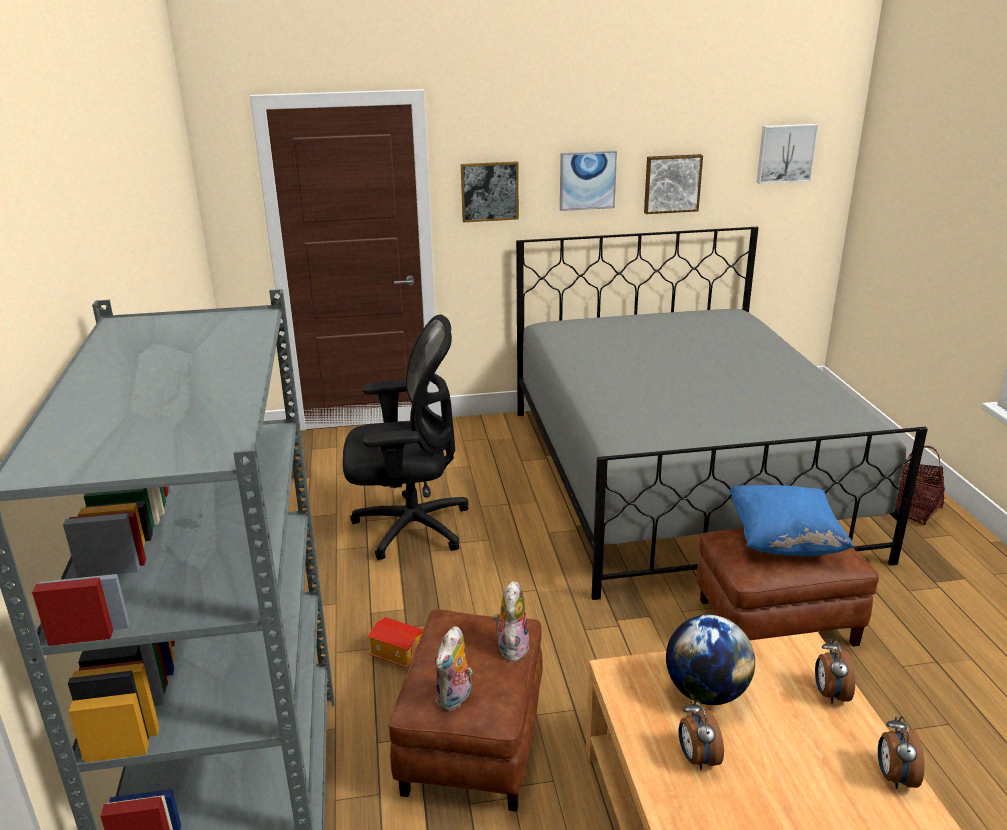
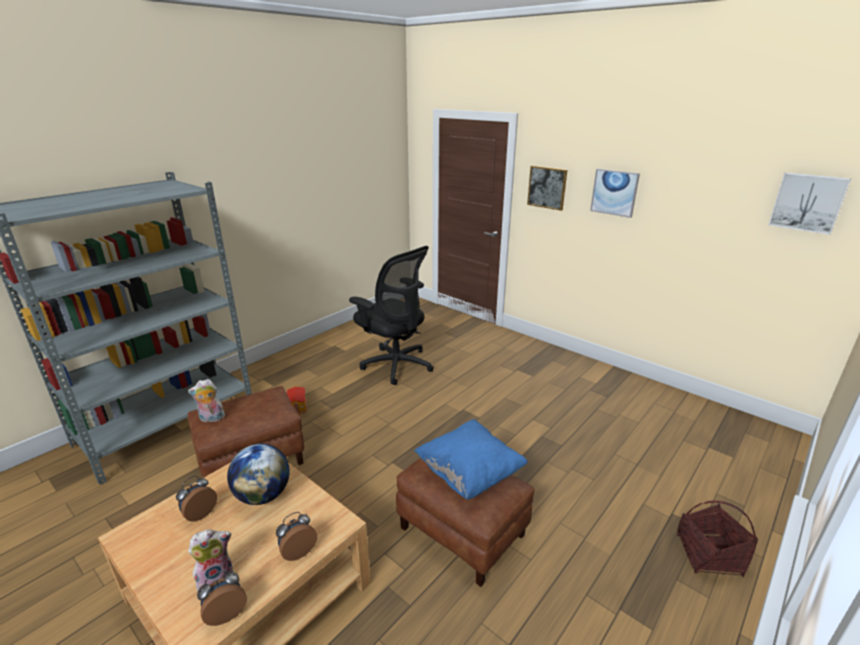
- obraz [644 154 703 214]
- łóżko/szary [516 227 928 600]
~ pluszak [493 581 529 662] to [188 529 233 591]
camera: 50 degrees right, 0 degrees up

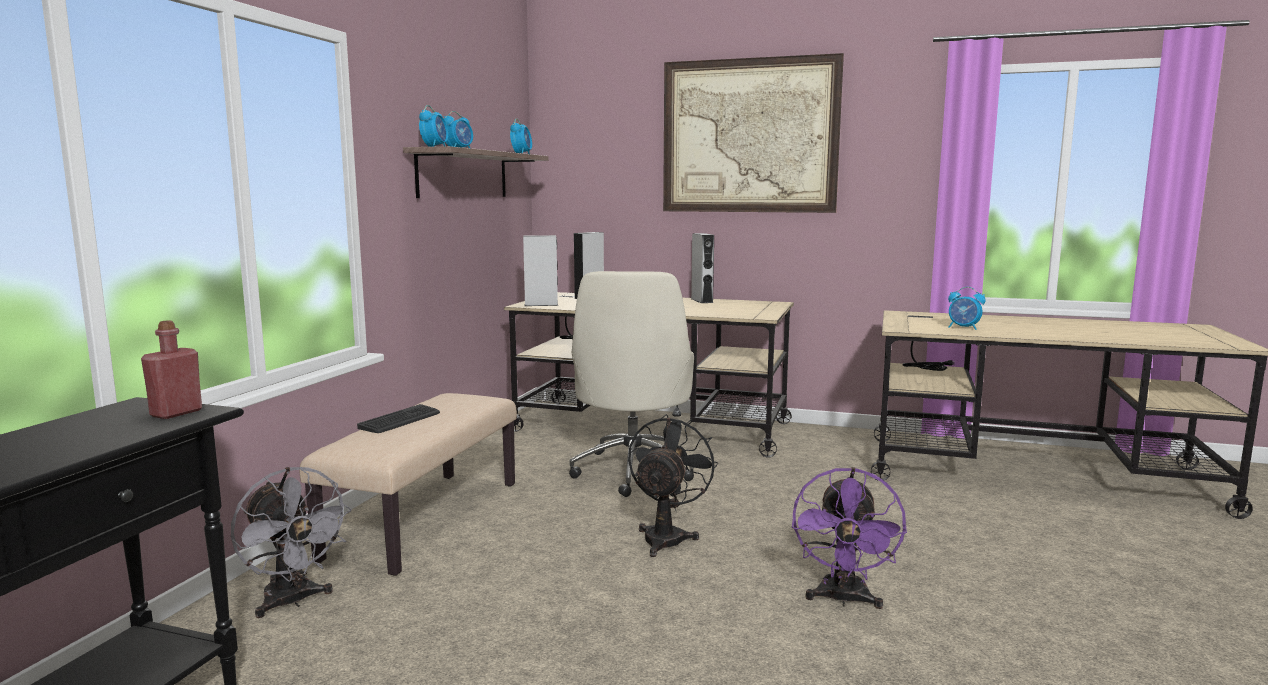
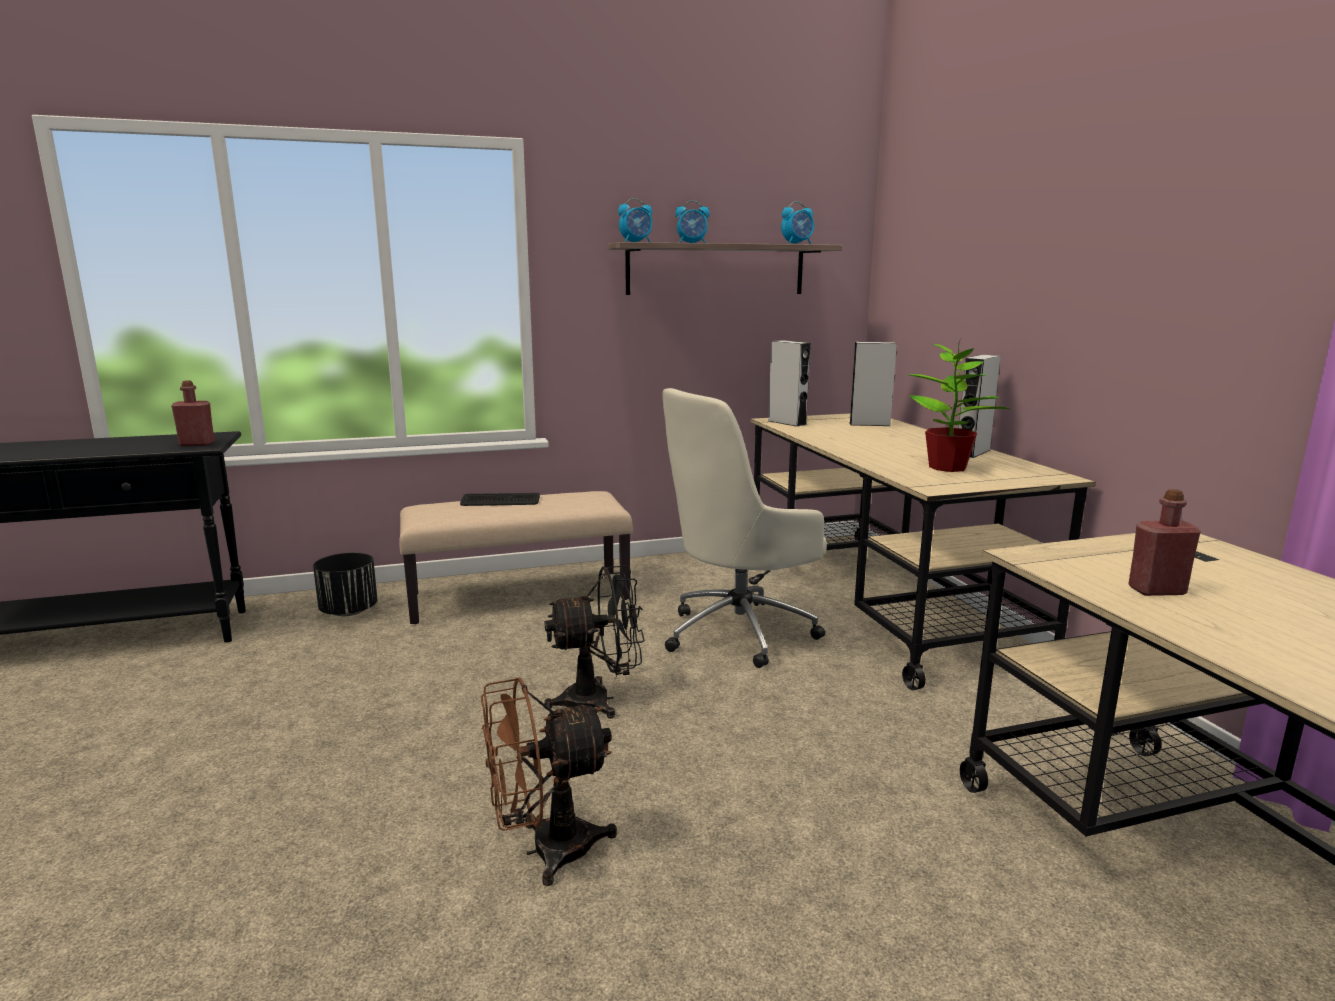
- obraz [663 53 844 213]
~ budzik [948 287 986 330] to butelka/czerwony [1128 489 1201 596]
~ wentylator/szary [231 467 352 618] to donica/czarny [313 553 378 616]
~ wentylator/fioletowy [792 467 907 609] to wentylator/brązowy [481 678 617 886]
+ roślina doniczkowa [909 338 1010 472]
camera: 55 degrees right, 5 degrees up

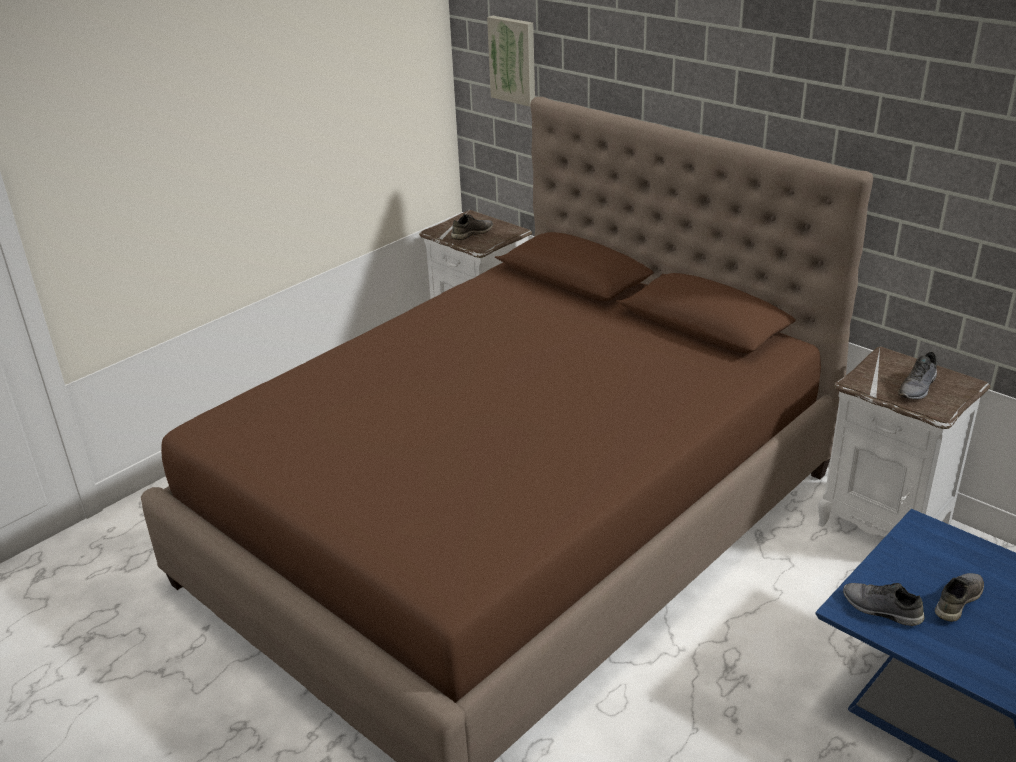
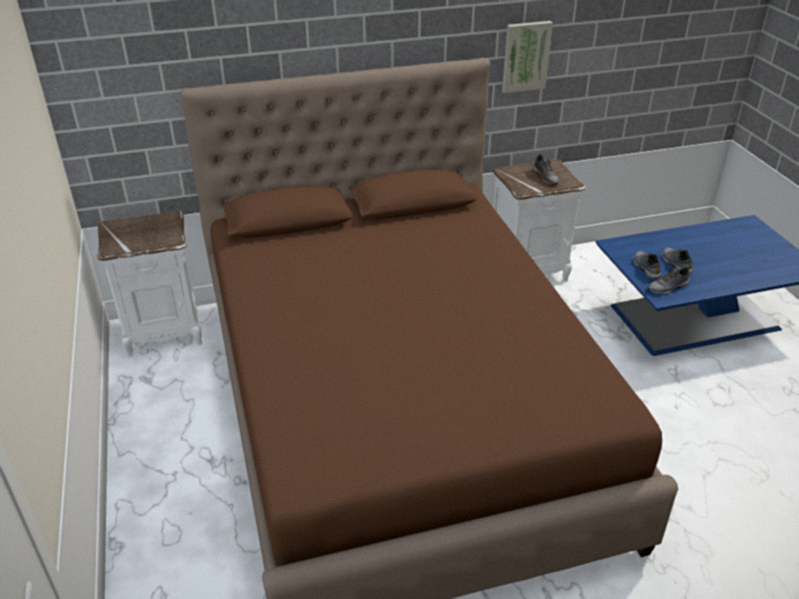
~ obraz [487 16 535 107] to [502 21 553 93]
~ but/szary [451 214 493 240] to [633 251 661 279]
camera: 60 degrees left, 5 degrees up

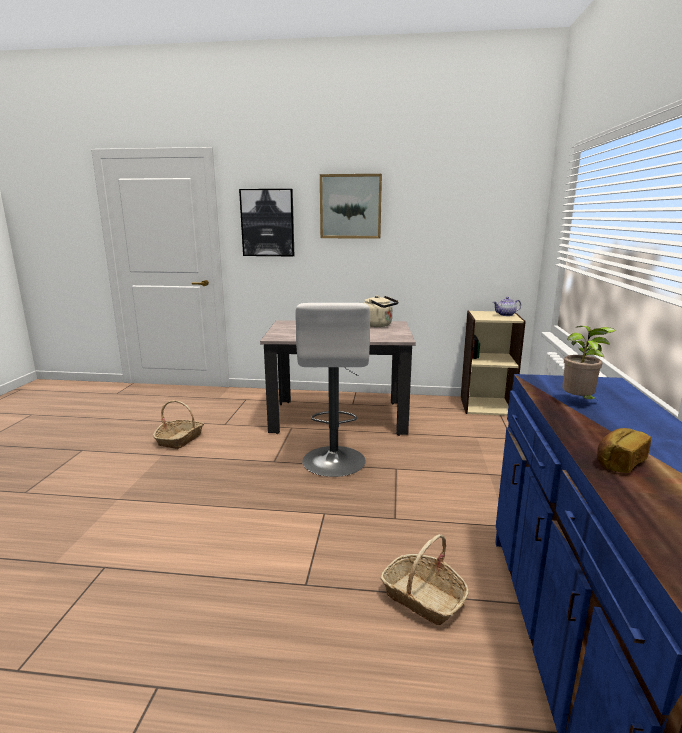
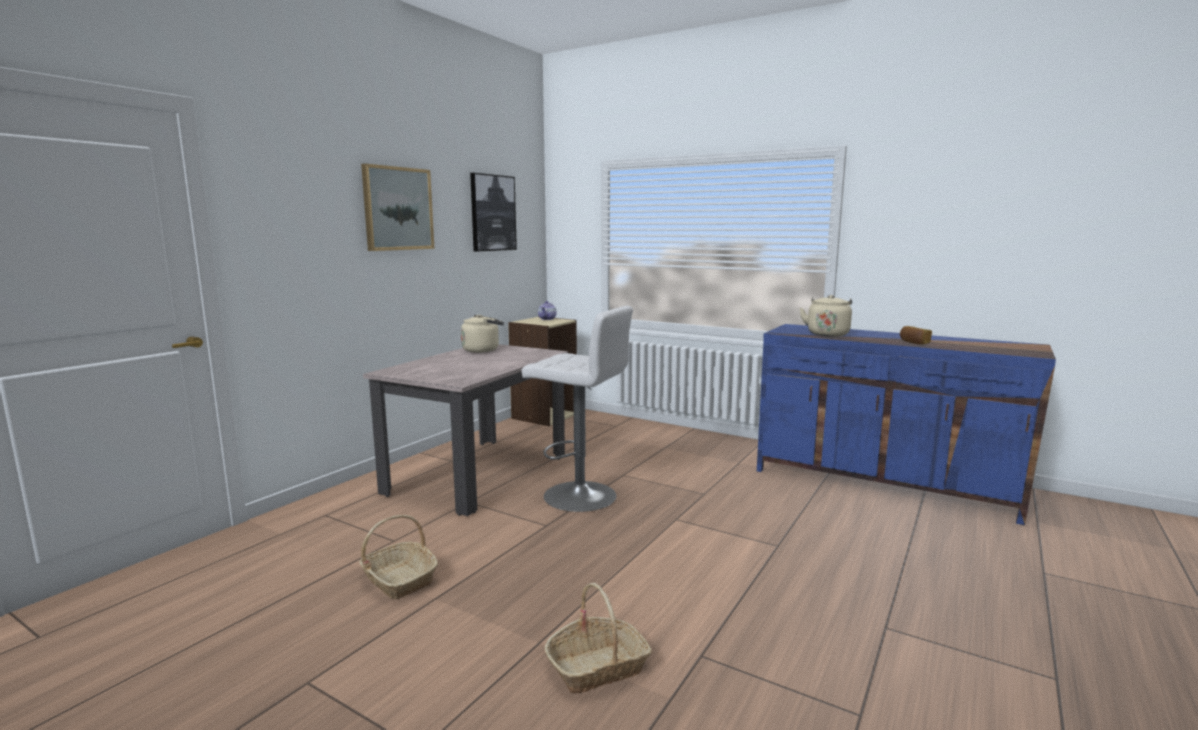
~ obraz [239 189 294 256] to [470 173 517 252]
~ roślina doniczkowa [562 326 616 402] to czajnik/beżowy [800 295 852 337]
~ koszyk [380 534 469 625] to [545 583 652 694]
camera: 65 degrees left, 5 degrees down

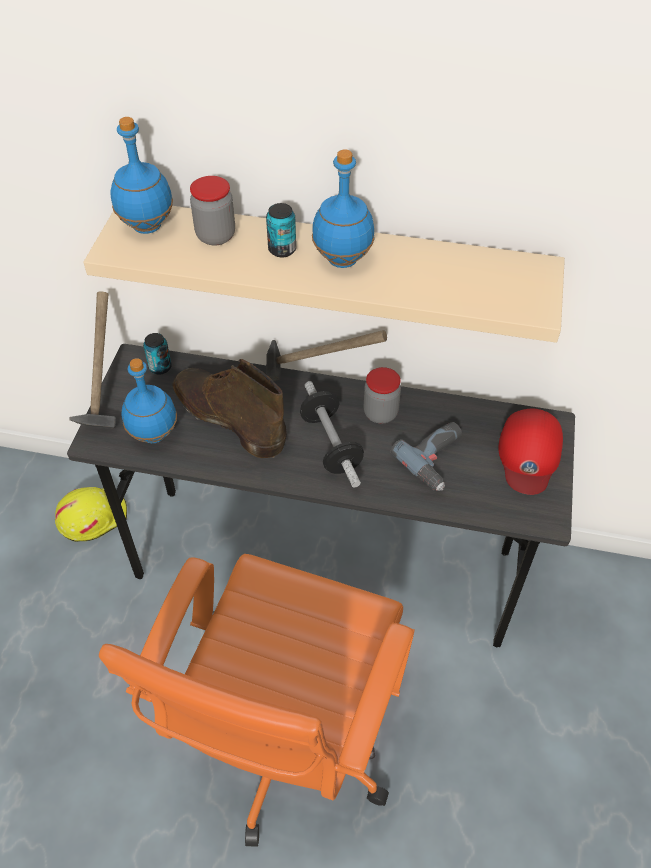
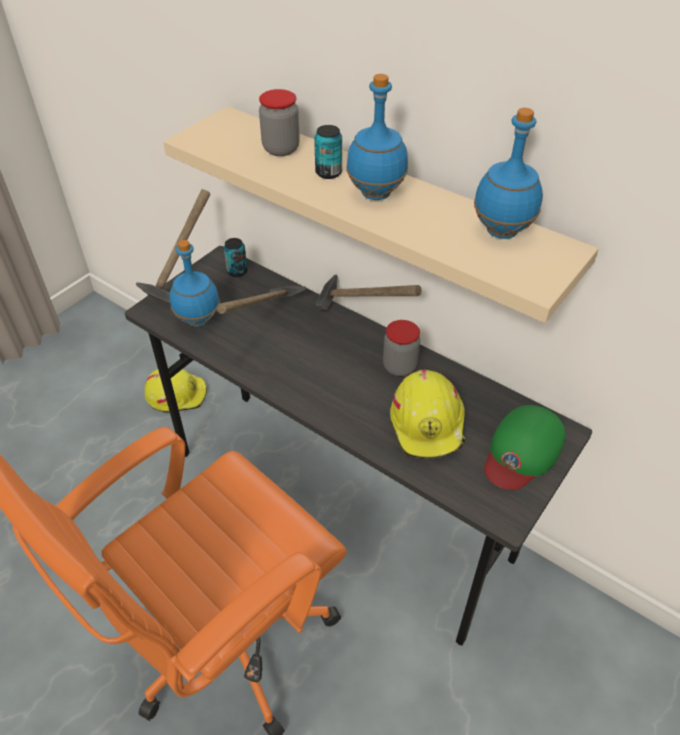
~ butelka/niebieski [111 117 173 234] to [474 108 543 239]
~ but z cholewką/brązowy [172 359 287 458] to młotek [216 285 306 314]
- hantel [300 381 364 487]
~ czapka z daszkiem/czerwony [498 409 563 495] to czapka z daszkiem/zielony [484 405 566 490]
~ wiertarka [391 422 462 491] to kask/żółty [390 370 465 459]
camera: 25 degrees right, 5 degrees down

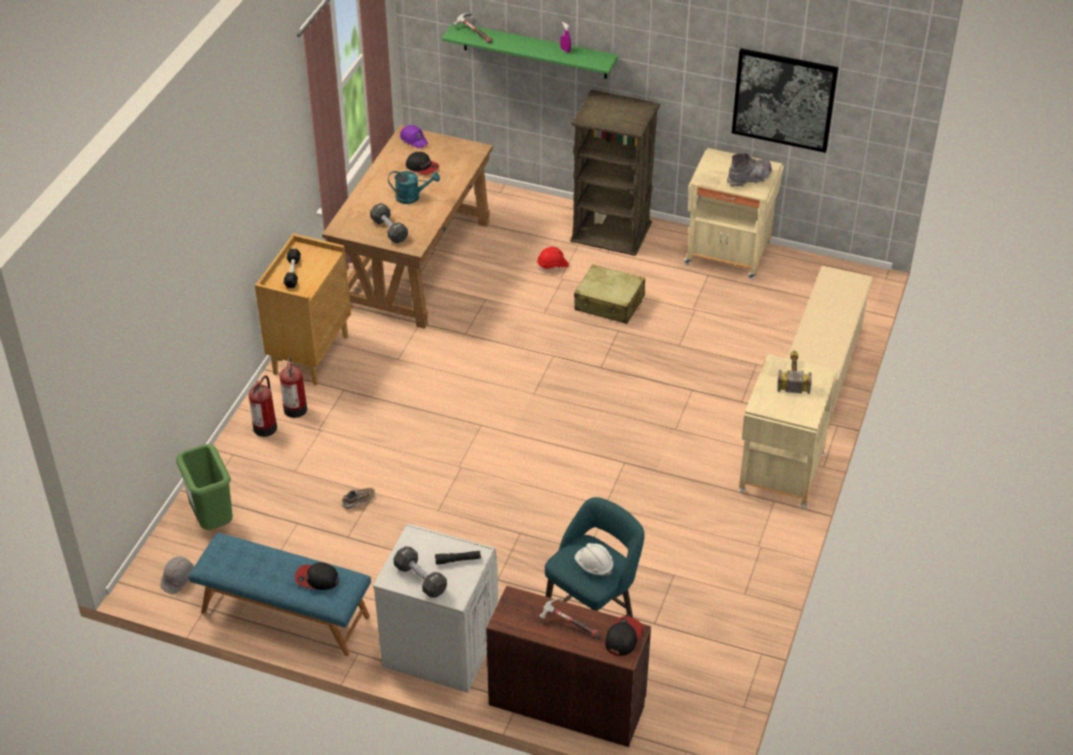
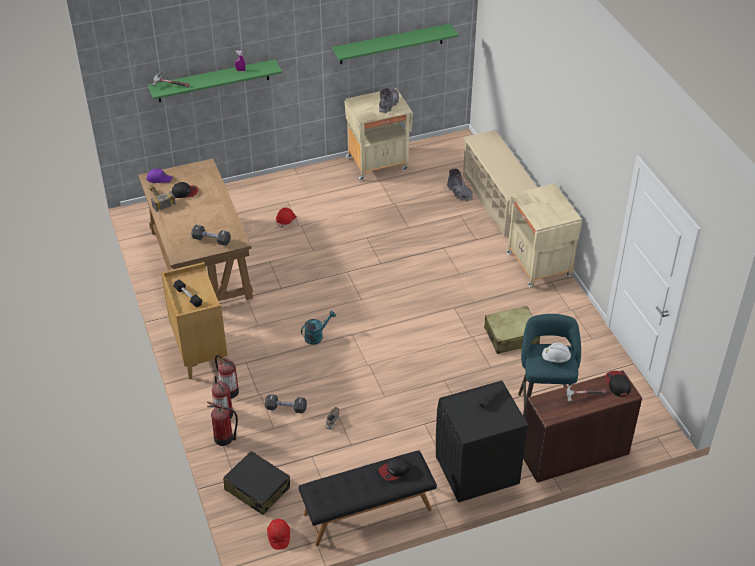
~ obraz [732 48 839 153] to półka/zielony [332 24 459 64]
- regał/brązowy [570 90 660 256]
~ konewka/turkusowy [388 171 440 204] to [301 311 336 345]
~ walizka/beżowy [574 265 645 324] to [484 306 540 354]
~ młotek [778 351 812 394] to [149 185 176 212]
~ kosz na śmieci/zielony [176 444 233 530] to walizka/czarny [223 451 290 515]
~ pralka/biały [373 523 498 693] to pralka/czarny [436 380 528 503]
~ ławka/niebieski [189 533 371 656] to ławka/czarny [298 450 437 546]
~ hantel/czarny [393 546 447 598] to [265 394 307 413]
~ kask/szary [161 556 194 594] to kask/czerwony [267 519 290 550]
+ but z cholewką/szary [447 168 473 201]
+ gaśnica [207 402 238 446]
camera: 40 degrees left, 0 degrees up

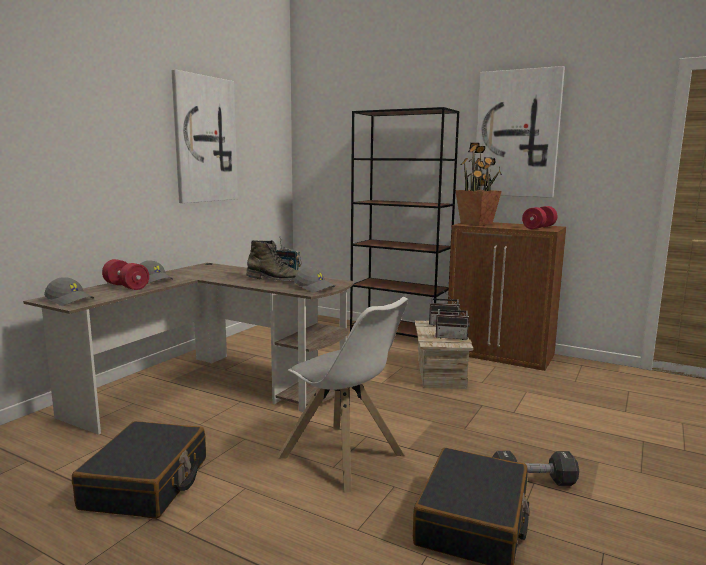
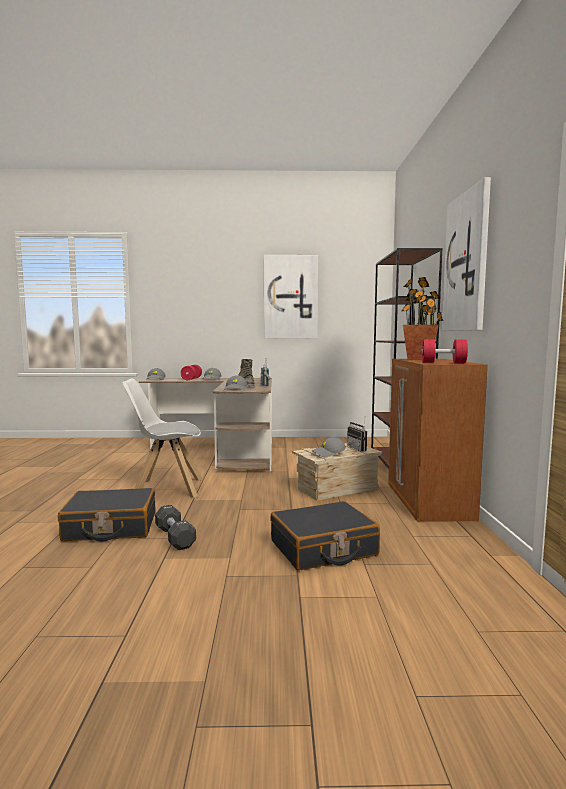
~ krzesło [278 297 408 492] = [122 378 202 498] 75 degrees clockwise
~ radio [435 299 470 340] to czapka z daszkiem/szary [311 437 346 458]
~ walizka/czarny [72 421 206 519] to [270 501 380 571]
camera: 60 degrees right, 5 degrees down

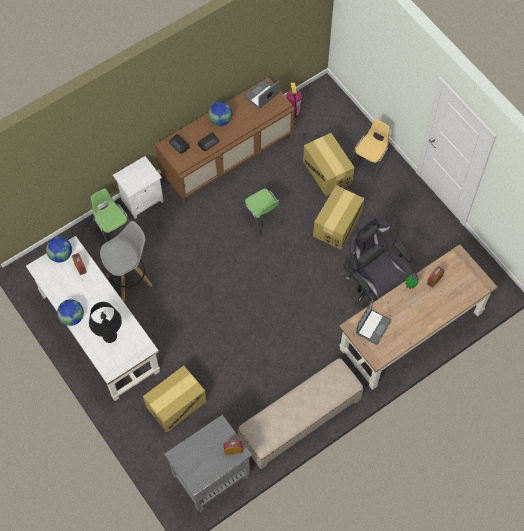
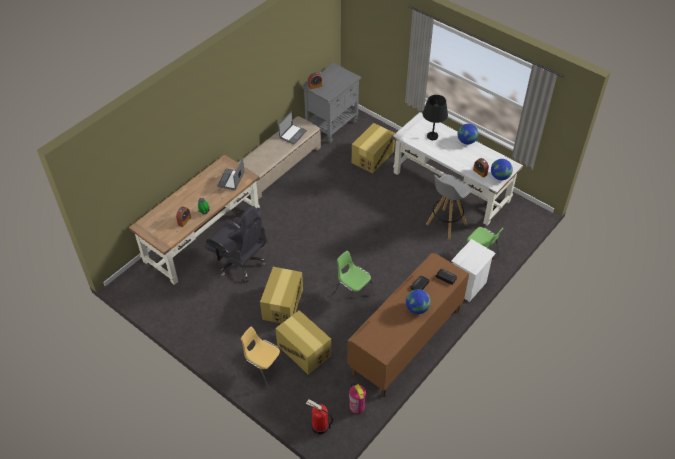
~ laptop [245 80 280 109] to [278 111 307 144]
~ krzesło/żółty [351 119 390 182] = [241 327 286 389] 105 degrees clockwise
+ gaśnica [305 399 333 434]
camera: 165 degrees right, 15 degrees down

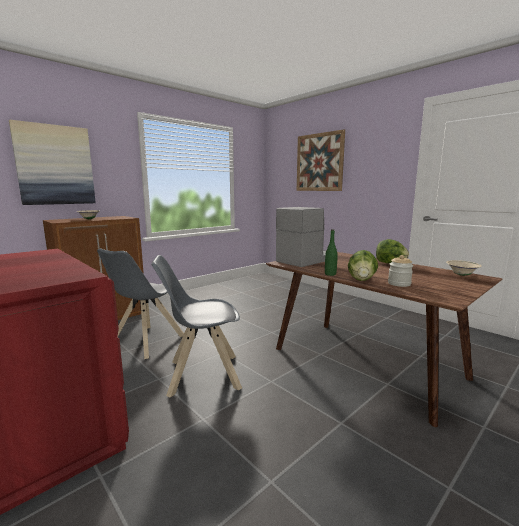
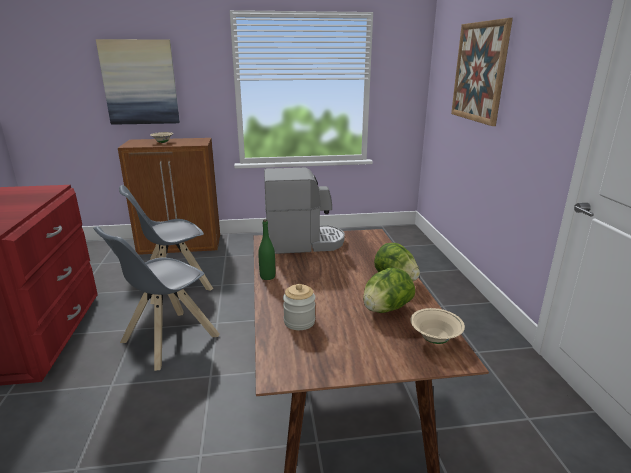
~ sałata [348 250 378 281] to [363 268 415 313]
~ krzesło/szary [151 255 242 397] = [93 226 219 371] 75 degrees counterclockwise
camera: 35 degrees right, 10 degrees up

